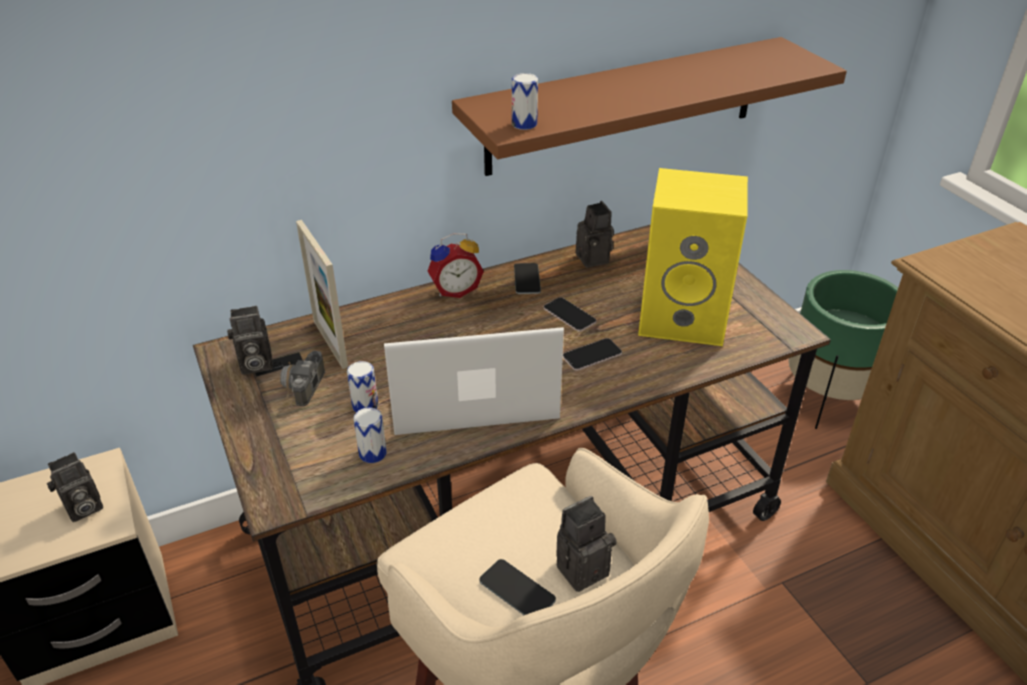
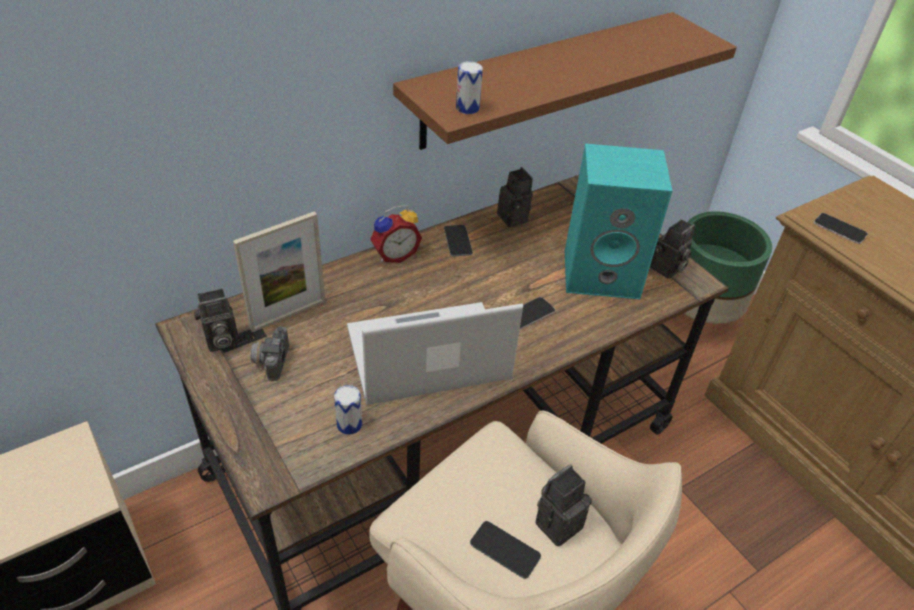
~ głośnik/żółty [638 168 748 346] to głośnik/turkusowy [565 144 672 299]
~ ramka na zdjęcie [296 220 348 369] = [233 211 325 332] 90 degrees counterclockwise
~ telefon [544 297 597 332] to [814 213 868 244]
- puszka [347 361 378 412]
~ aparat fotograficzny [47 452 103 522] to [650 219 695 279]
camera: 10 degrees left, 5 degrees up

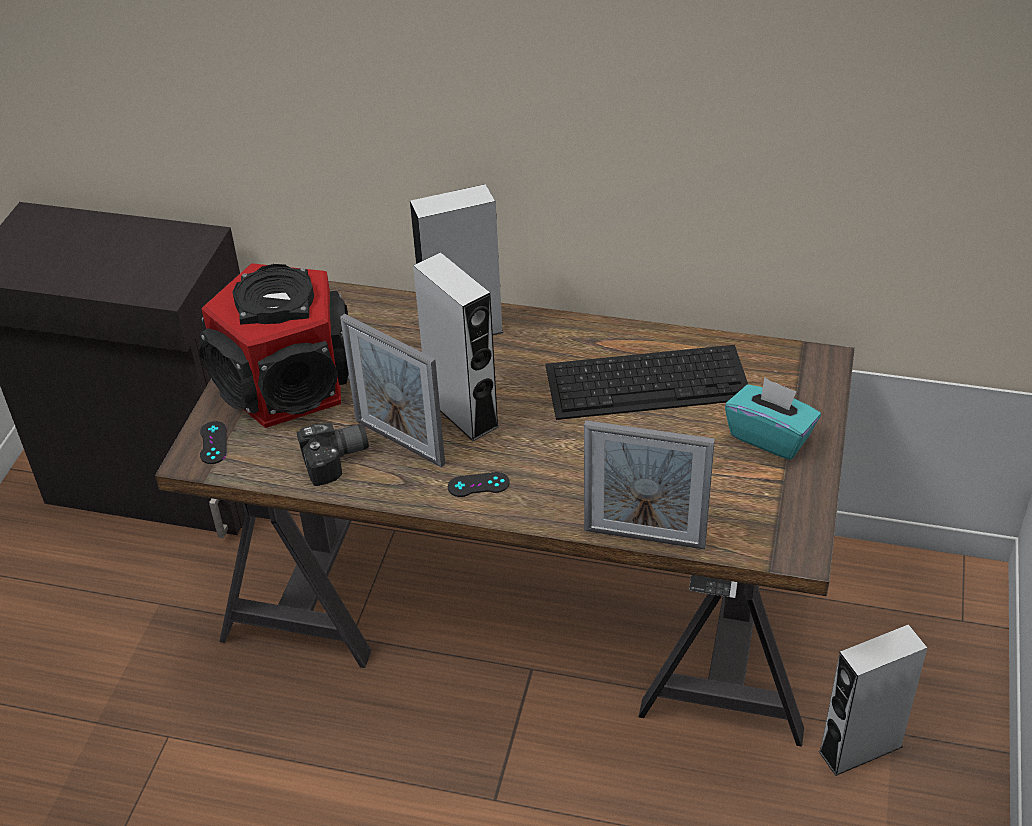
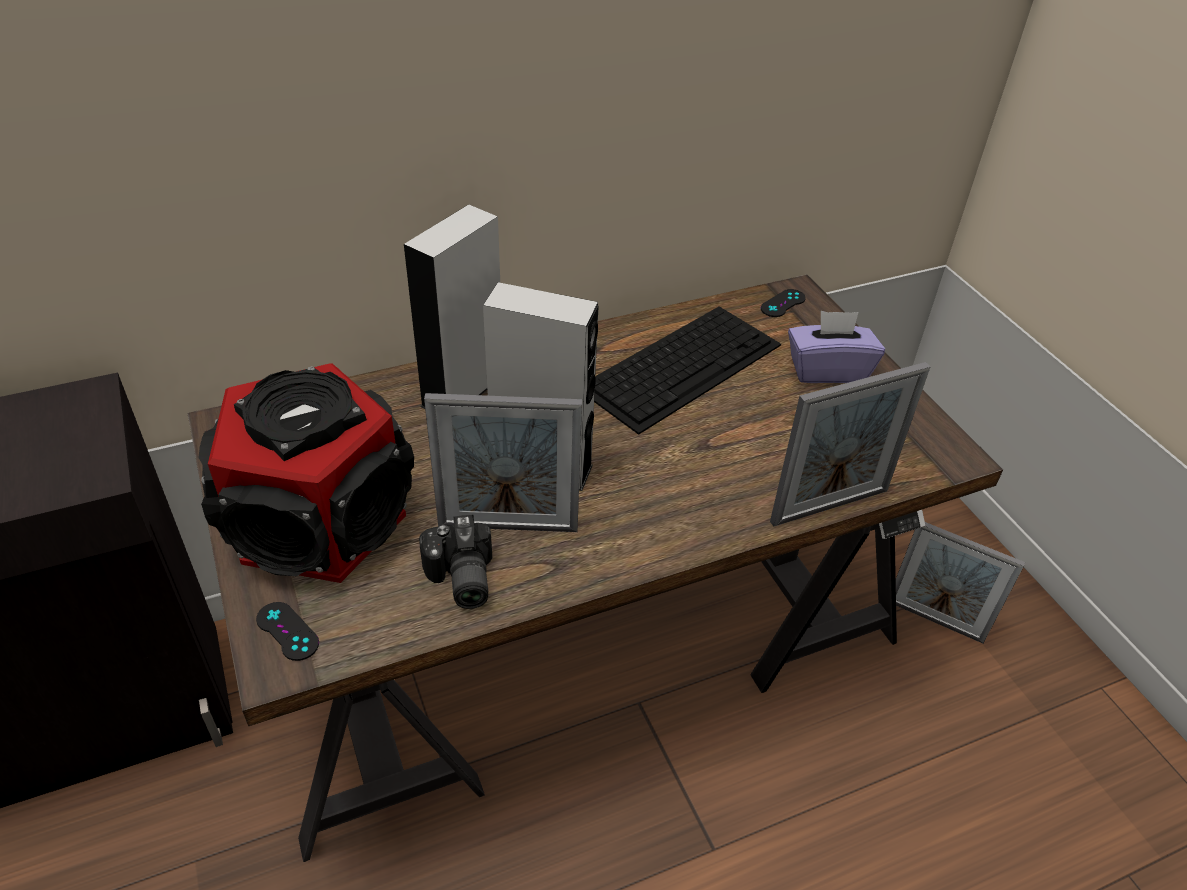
~ pudełko chusteczek/turkusowy [725 377 821 460] to pudełko chusteczek/fioletowy [788 311 885 383]
~ aparat fotograficzny [296 423 369 486] = [419 515 493 609] 135 degrees clockwise
~ pad do gier/czarny [448 472 510 497] to [761 289 806 317]
~ głośnik/szary [818 624 927 776] to ramka na zdjęcie [896 522 1025 643]
camera: 40 degrees left, 0 degrees up

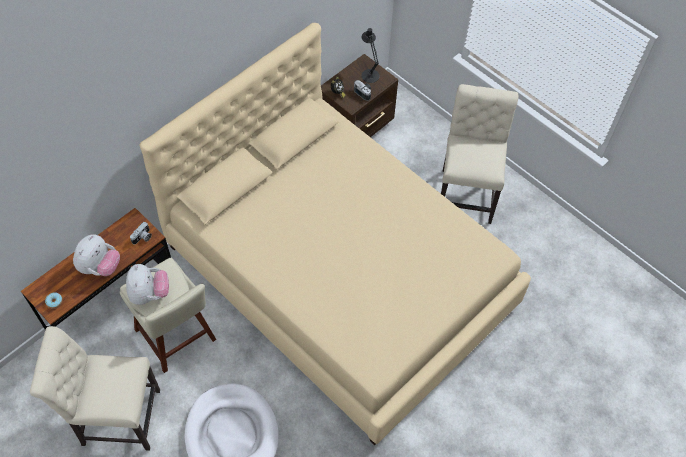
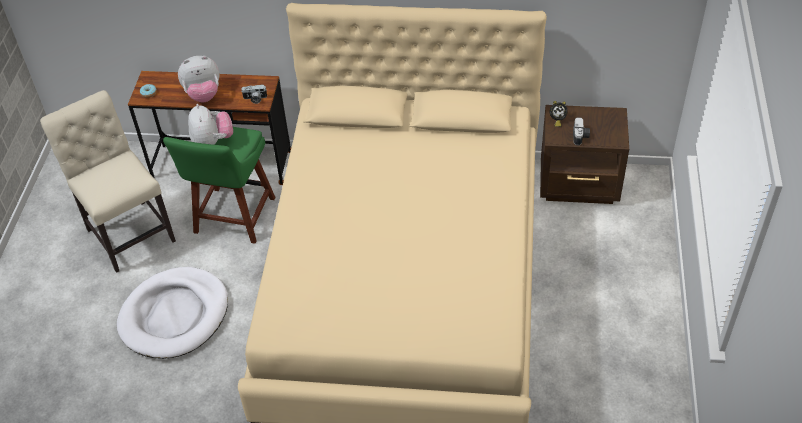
- lampa stołowa/czarny [361 28 380 83]
- krzesło/beżowy [441 84 518 224]
~ stołek/beżowy [120 258 216 373] to stołek/zielony [163 127 276 244]
~ pluszak [126 264 169 305] = [188 104 233 145] 60 degrees counterclockwise
camera: 55 degrees right, 10 degrees down

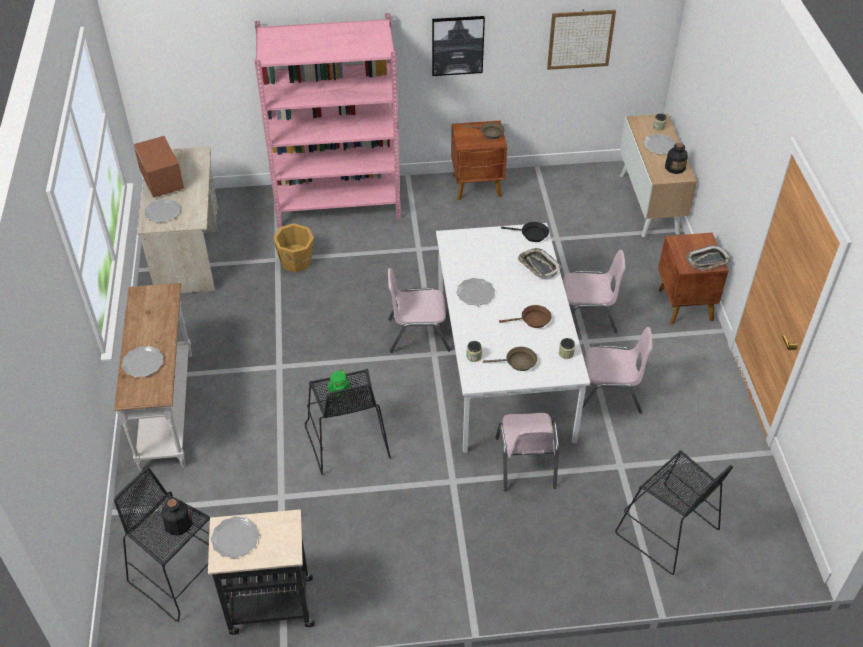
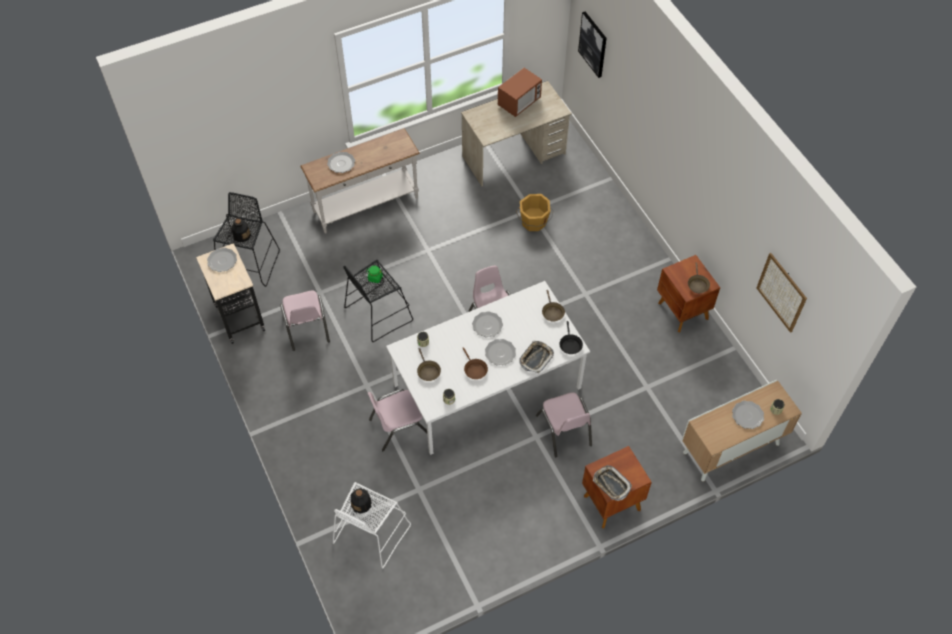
- regał/różowy [254 13 401 228]
~ obraz [432 16 485 76] to [578 12 607 78]
~ butelka [665 143 688 174] to [351 488 371 514]
~ talerz [145 199 180 223] to [485 339 516 366]
~ krzesło/różowy [583 327 652 414] to [280 290 330 351]
~ stołek/czarny [615 450 733 575] to stołek/biały [333 482 411 568]
+ patelnia/brązowy [542 290 565 322]
camera: 70 degrees right, 10 degrees up

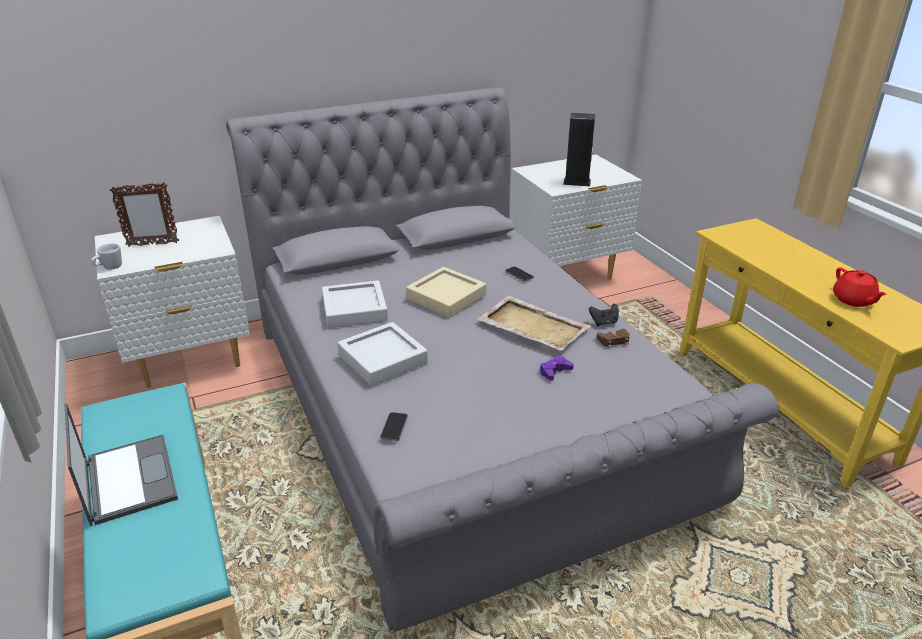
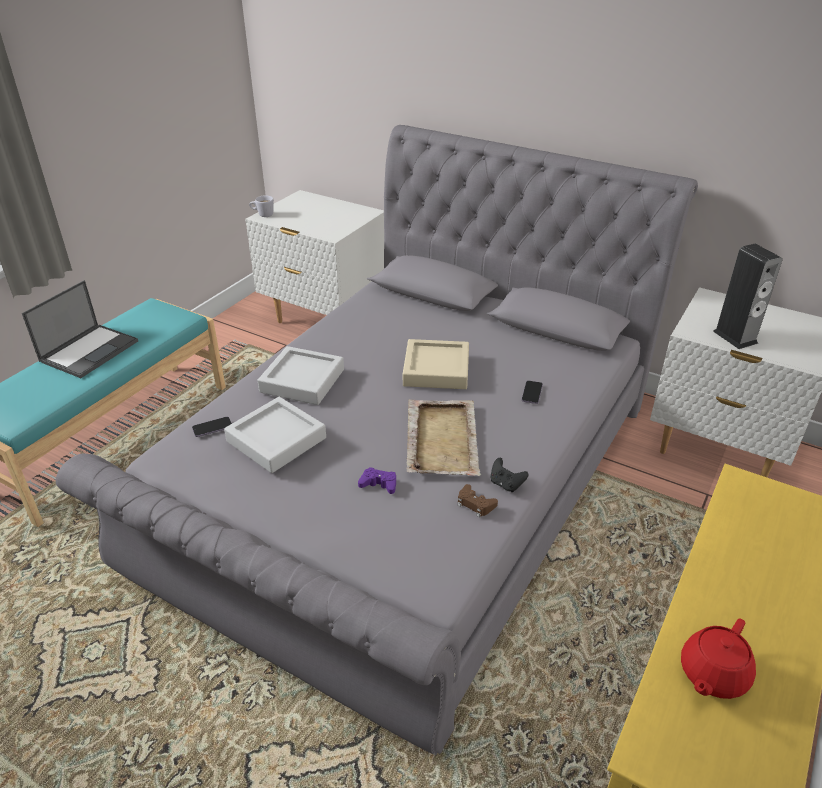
- ramka na zdjęcie [110 182 179 247]
~ taca/szary [322 281 388 328] to [224 397 326 473]
camera: 55 degrees right, 5 degrees up

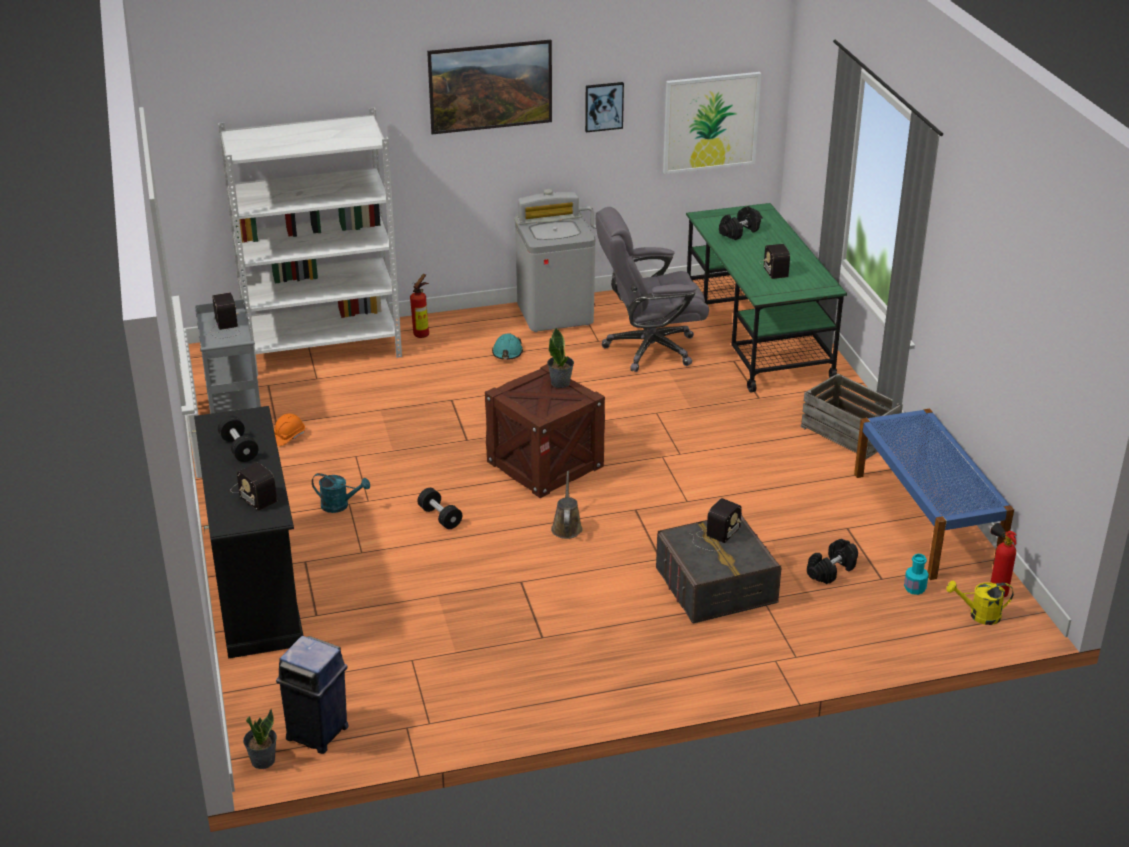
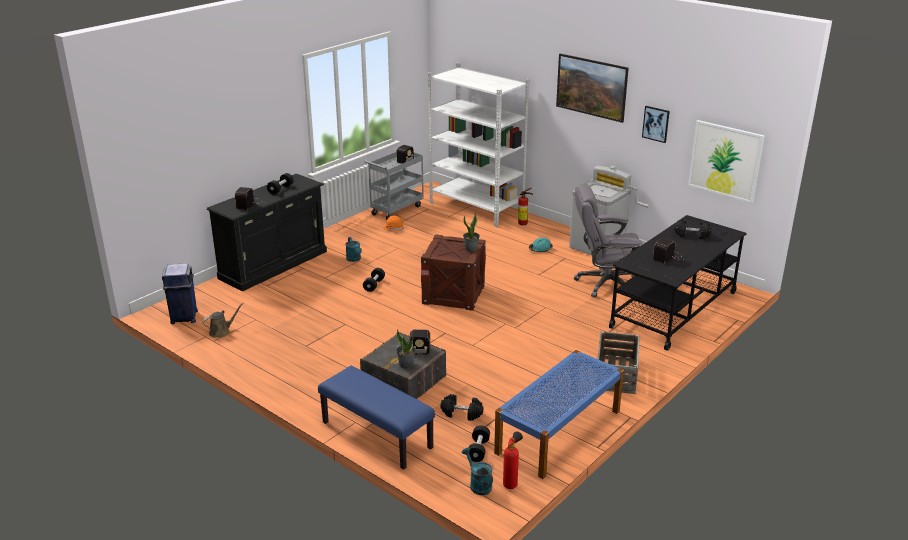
~ biurko/zielony [686 203 847 393] to biurko/czarny [609 215 747 351]
~ krzesło biurowe/szary [596 207 709 372] = [574 184 643 298] 45 degrees counterclockwise
~ konewka/brązowy [551 471 583 539] to [203 303 244 337]
~ butelka/turkusowy [904 554 929 595] to hantel/czarny [469 425 490 462]
~ konewka/żółty [946 581 1014 625] to konewka/turkusowy [462 447 493 495]
~ roślina doniczkowa [243 709 277 769] to [396 330 416 369]
+ ławka/niebieski [318 366 435 470]
camera: 55 degrees right, 5 degrees down

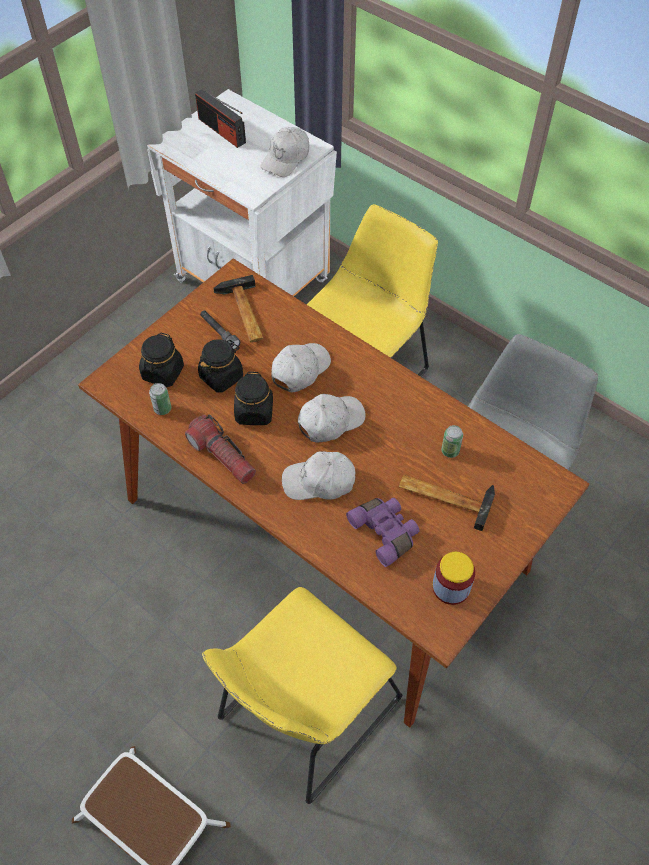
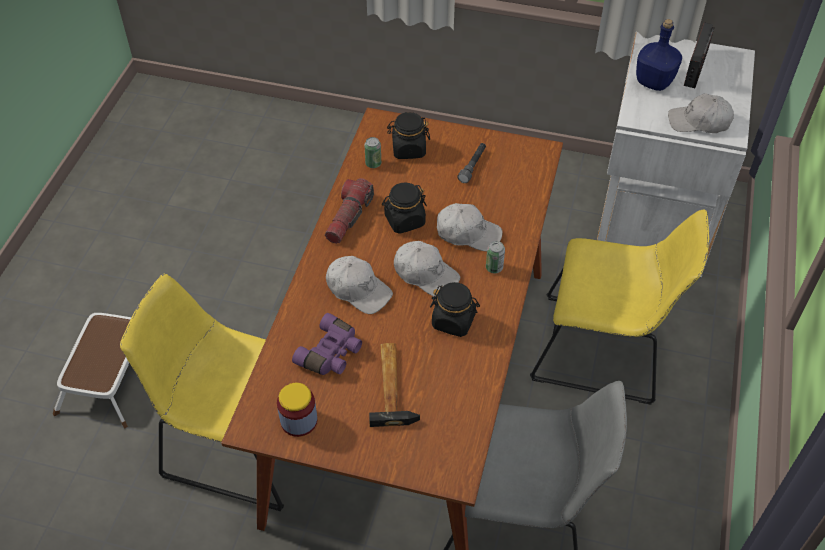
- młotek [213 275 264 342]
~ słoik/czarny [198 339 243 392] to [430 282 480 337]
~ puszka [441 425 463 458] to [486 241 505 273]
~ czapka z daszkiem/biały [282 451 355 500] = [326 256 393 314] 150 degrees clockwise
+ butelka/niebieski [636 19 682 91]
camera: 65 degrees right, 5 degrees down

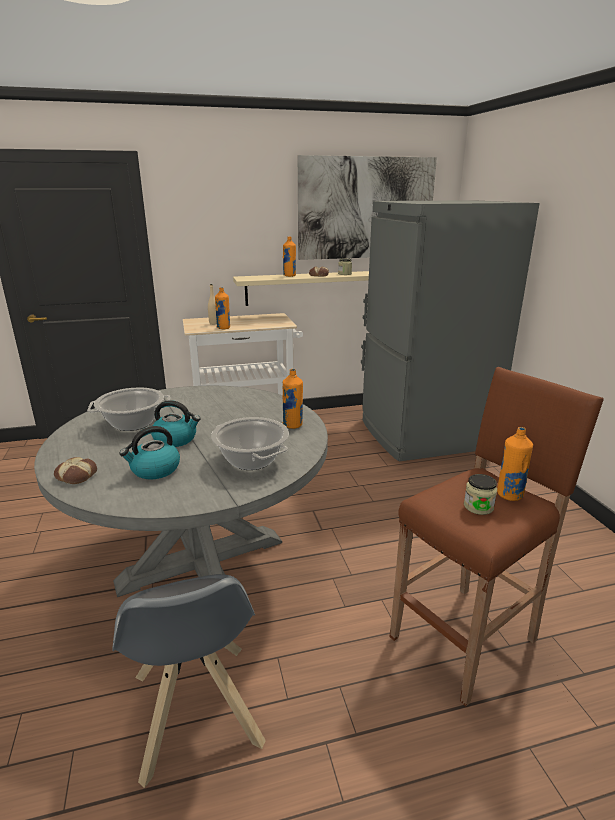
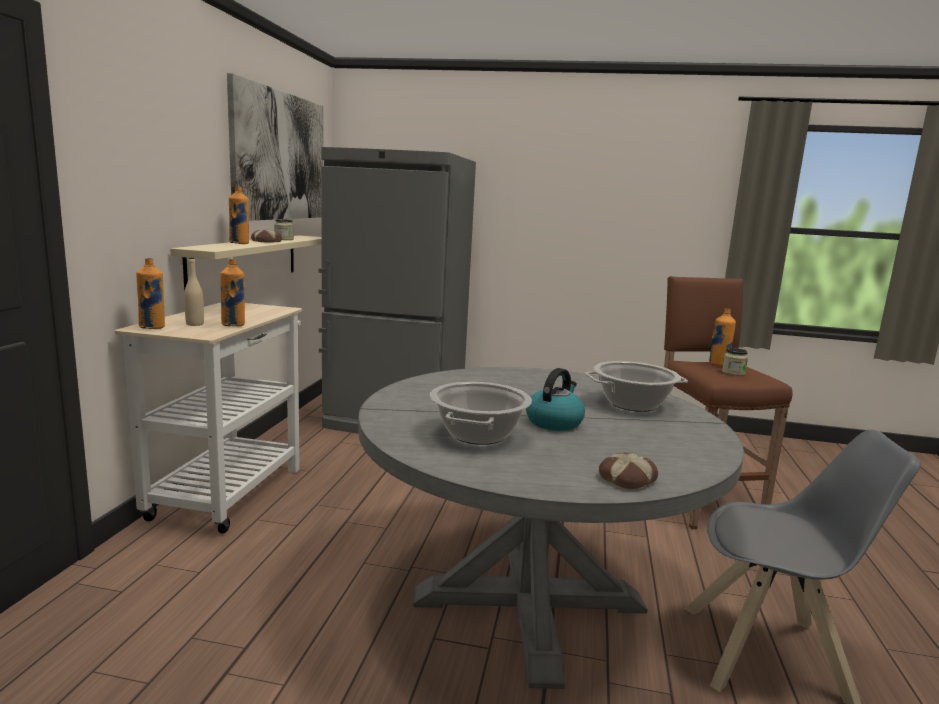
~ butelka/pomarańczowy [282 369 303 429] to [136 258 165 329]
- czajnik [119 426 180 479]
camera: 65 degrees left, 10 degrees down

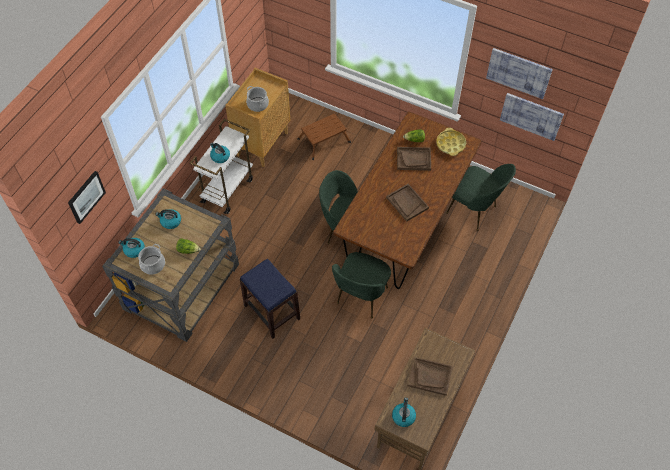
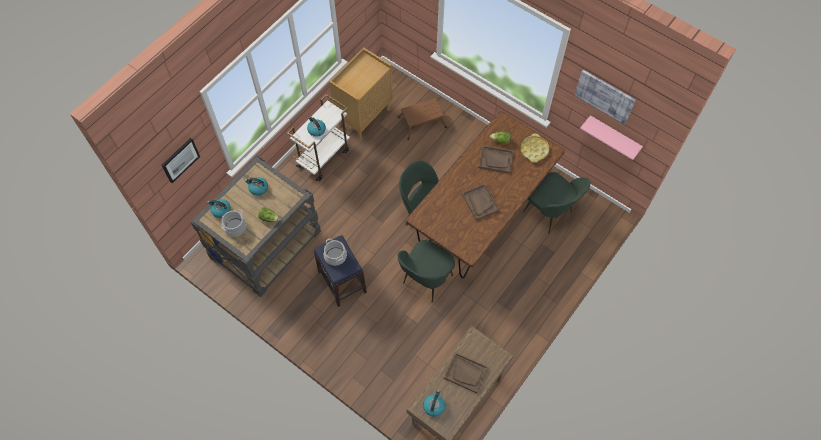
~ garnek [246 86 269 112] to [324 238 347 266]
~ obraz [500 93 564 141] to półka/różowy [580 115 643 160]
camera: 10 degrees right, 5 degrees up

